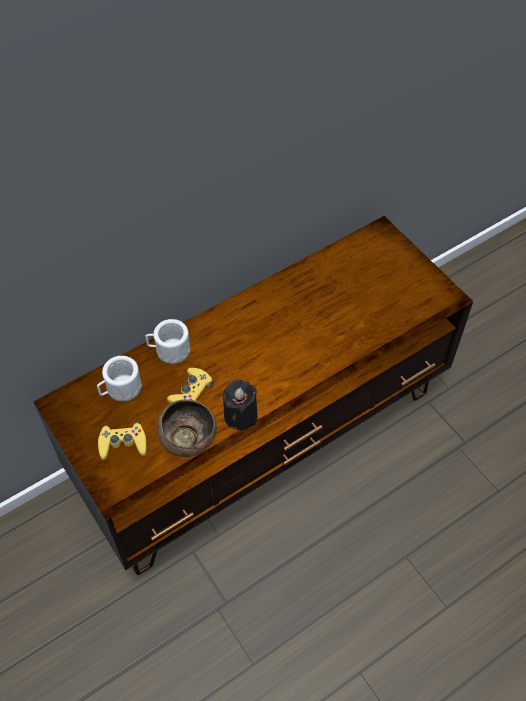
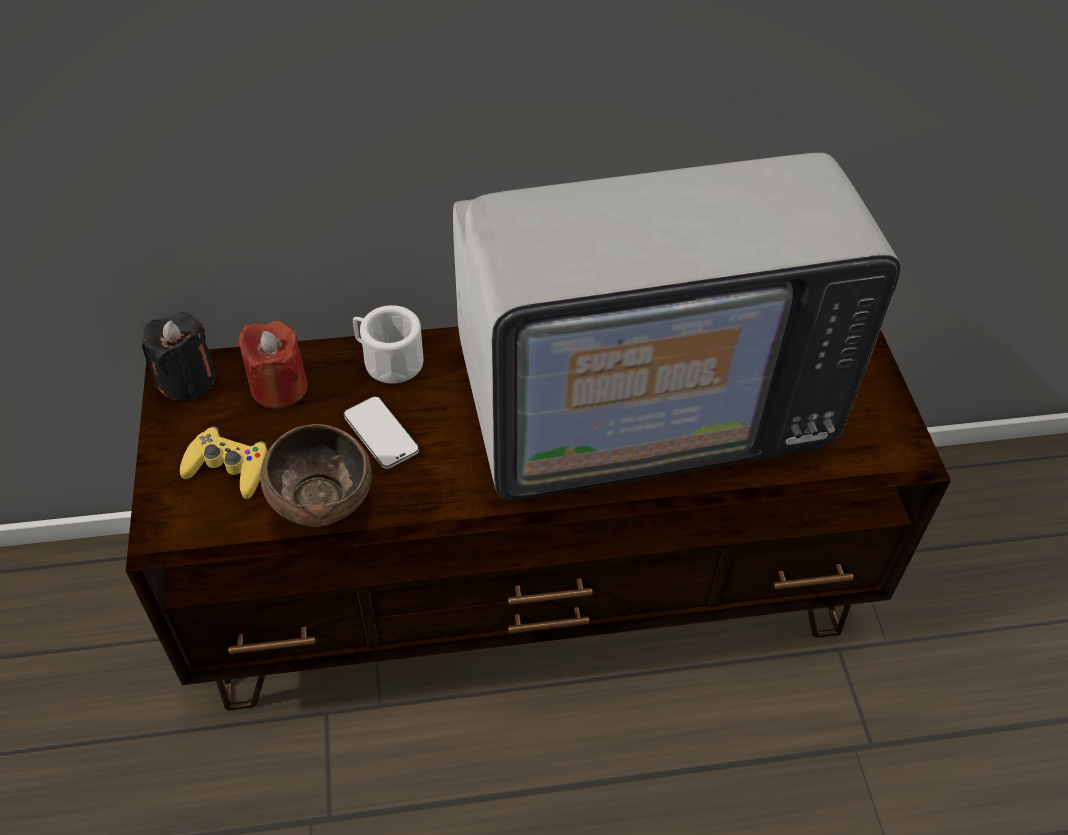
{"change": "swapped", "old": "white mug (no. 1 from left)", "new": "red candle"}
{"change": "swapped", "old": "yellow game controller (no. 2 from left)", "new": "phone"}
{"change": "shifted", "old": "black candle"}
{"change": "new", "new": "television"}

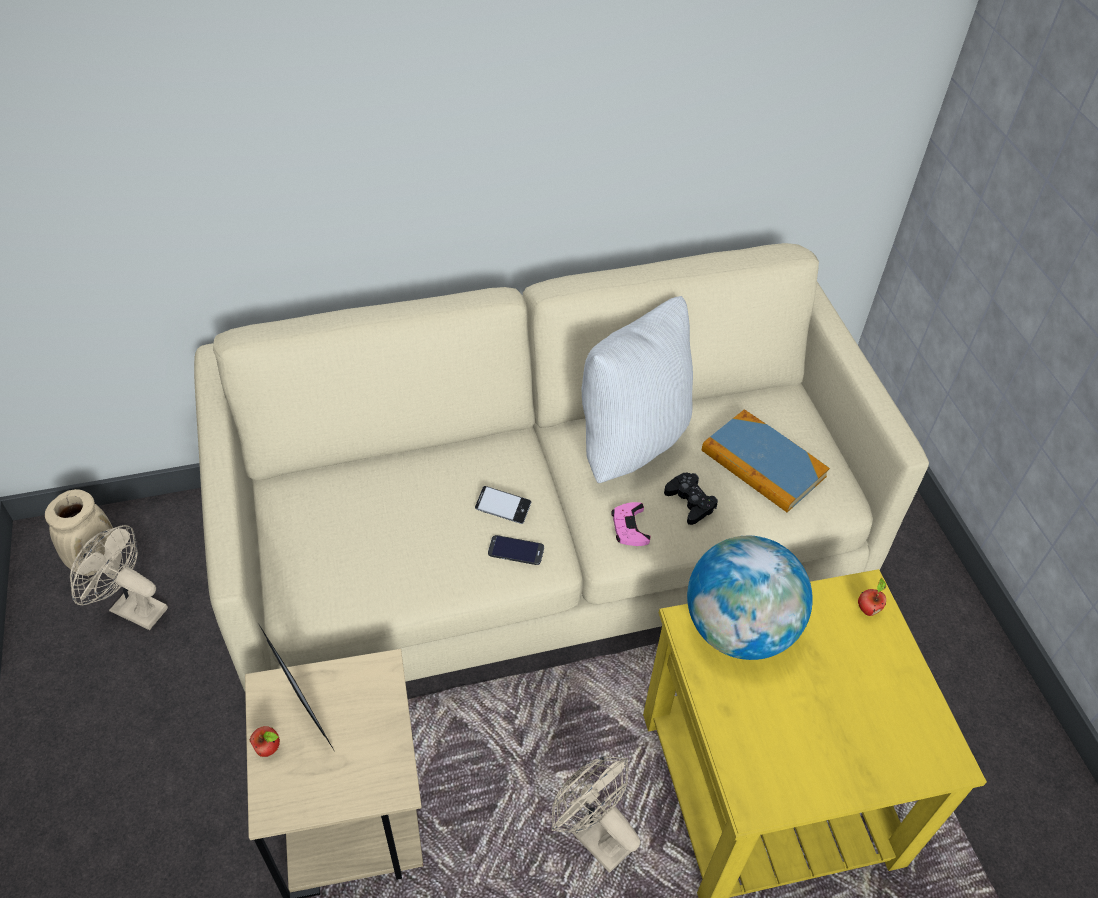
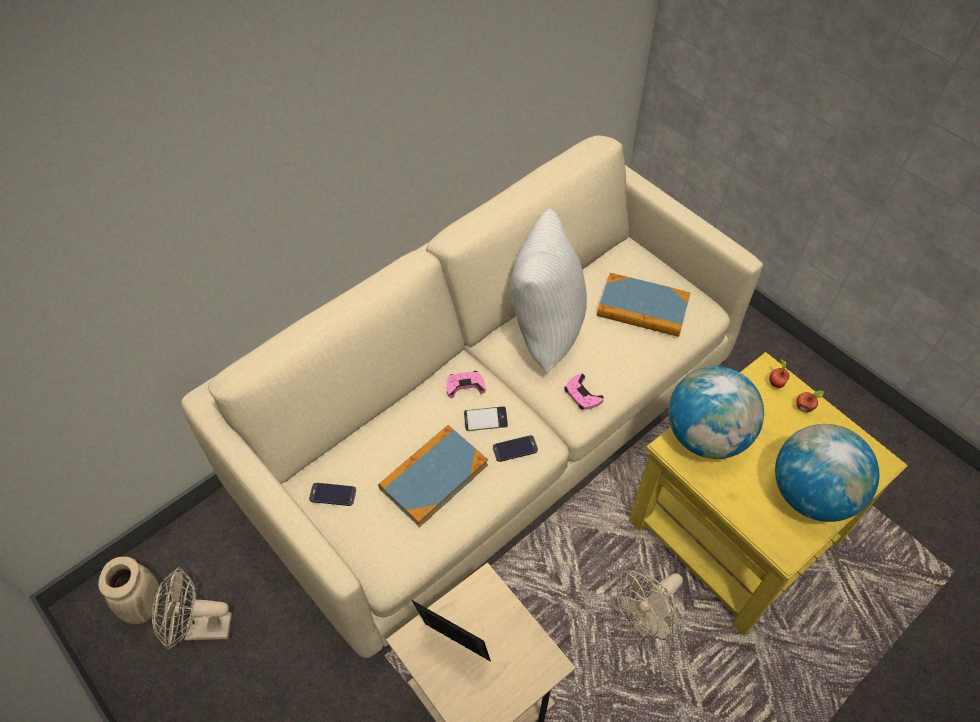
{"change": "shifted", "old": "apple (no. 1 from left in the first image)", "new": "apple (no. 2 from left)"}
{"change": "rotated", "old": "beige fan (no. 2 from left)", "degrees": -60}
{"change": "gone", "old": "black game controller"}
{"change": "new", "new": "phone (no. 1 from left)"}
{"change": "new", "new": "book (no. 1 from left)"}
{"change": "new", "new": "pink game controller (no. 1 from left)"}
{"change": "new", "new": "globe (no. 2 from left)"}

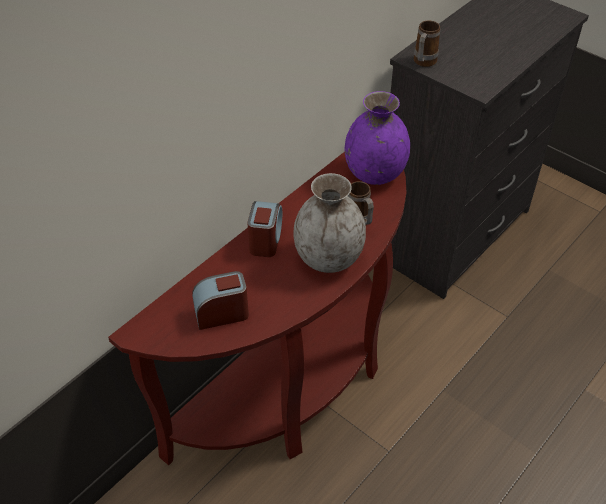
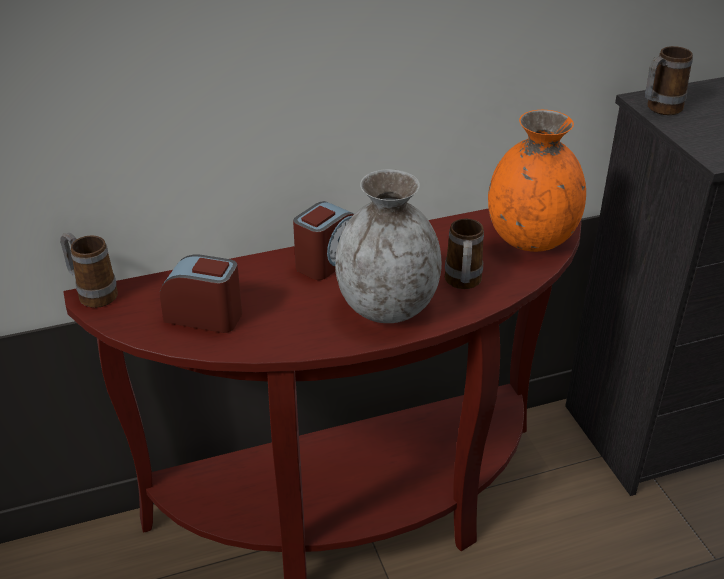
{"change": "repainted", "old": "purple vase", "new": "orange vase"}
{"change": "new", "new": "mug (no. 1 from left)"}

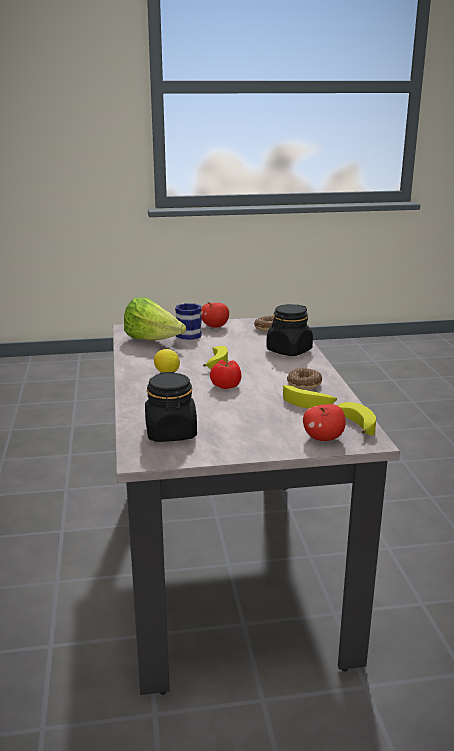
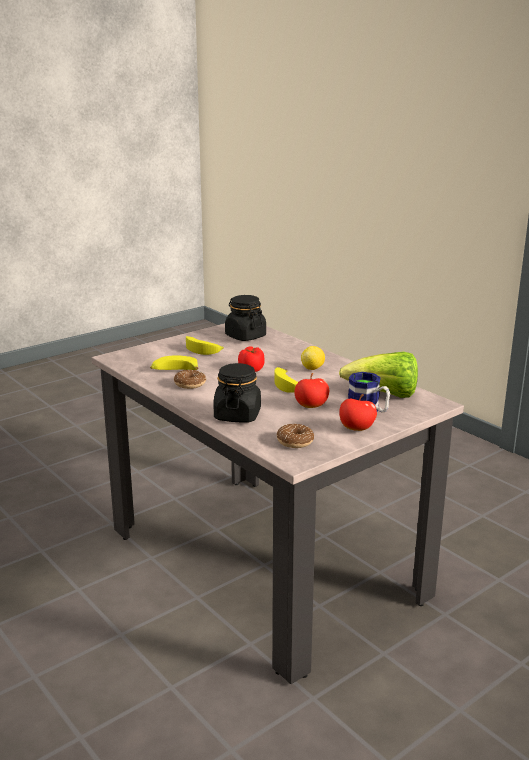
{"change": "shifted", "old": "apple (no. 2 from left in the first image)", "new": "apple (no. 1 from left)"}
{"change": "shifted", "old": "banana (no. 3 from left in the first image)", "new": "banana (no. 2 from left)"}

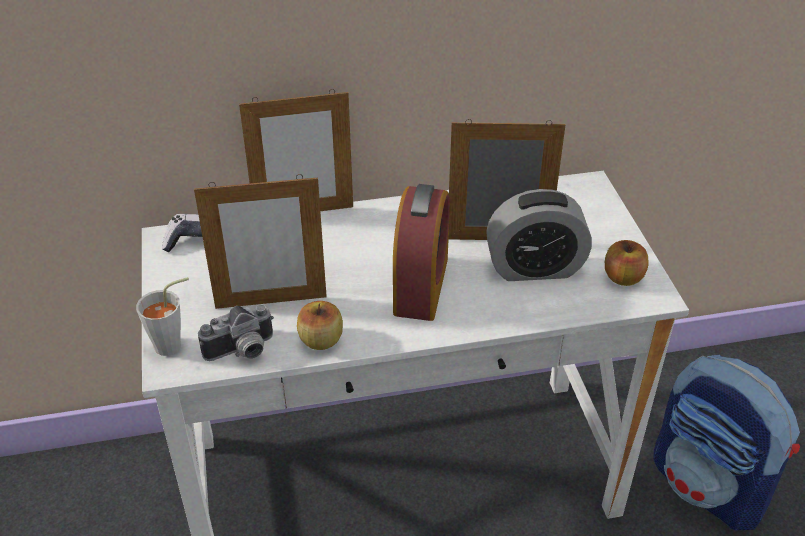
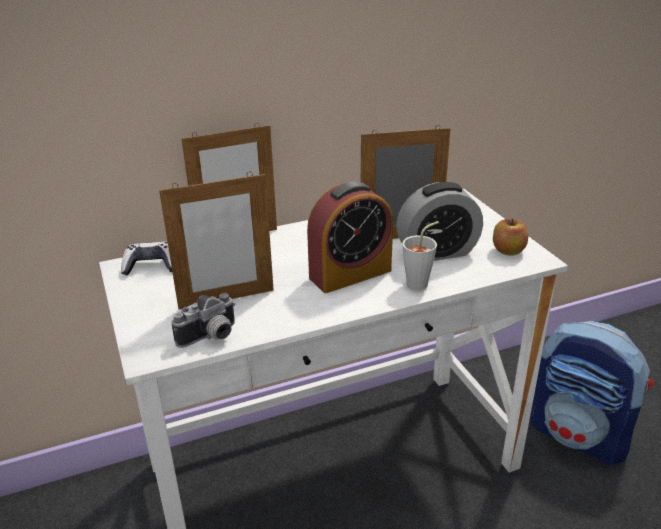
{"change": "shifted", "old": "grey cup"}
{"change": "gone", "old": "apple (no. 1 from left)"}
{"change": "rotated", "old": "alarm clock (no. 1 from left)", "degrees": 60}

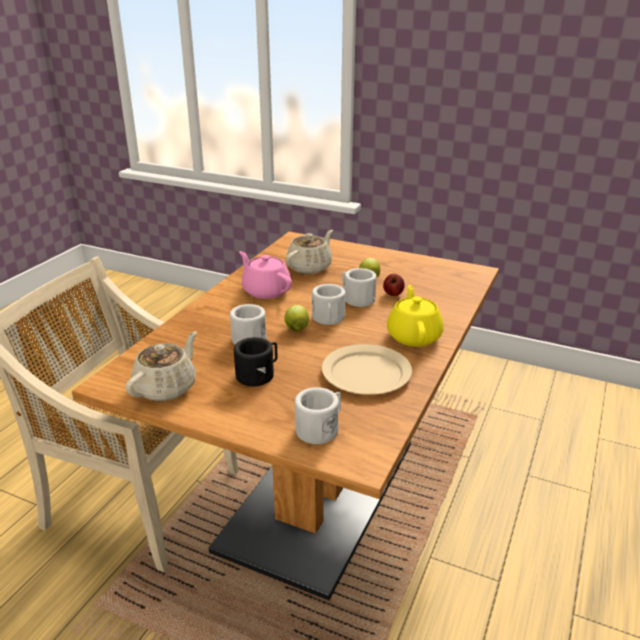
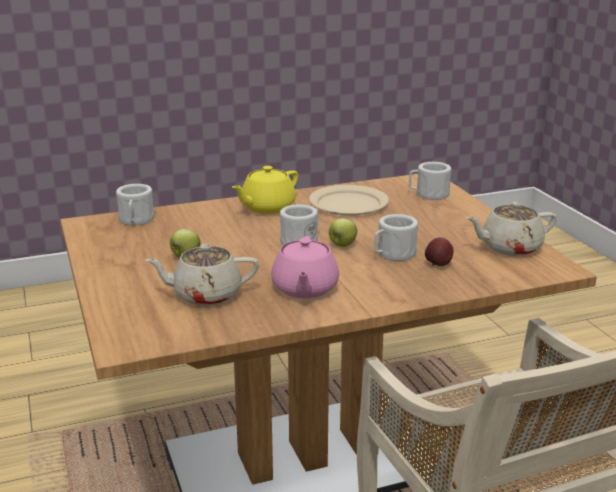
{"change": "gone", "old": "black mug"}
{"change": "shifted", "old": "white mug (no. 4 from left in the first image)", "new": "white mug (no. 1 from left)"}
{"change": "shifted", "old": "apple (no. 3 from left)"}

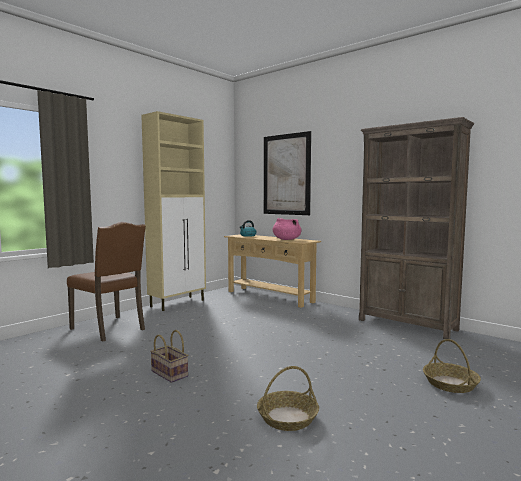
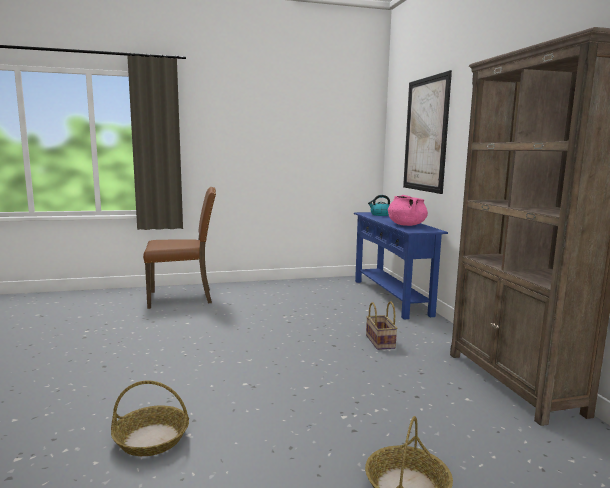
{"change": "rotated", "old": "brown chair", "degrees": -90}
{"change": "gone", "old": "beige cabinet"}
{"change": "shifted", "old": "basket (no. 1 from left in the first image)", "new": "basket (no. 2 from left)"}
{"change": "repainted", "old": "beige console table", "new": "blue console table"}

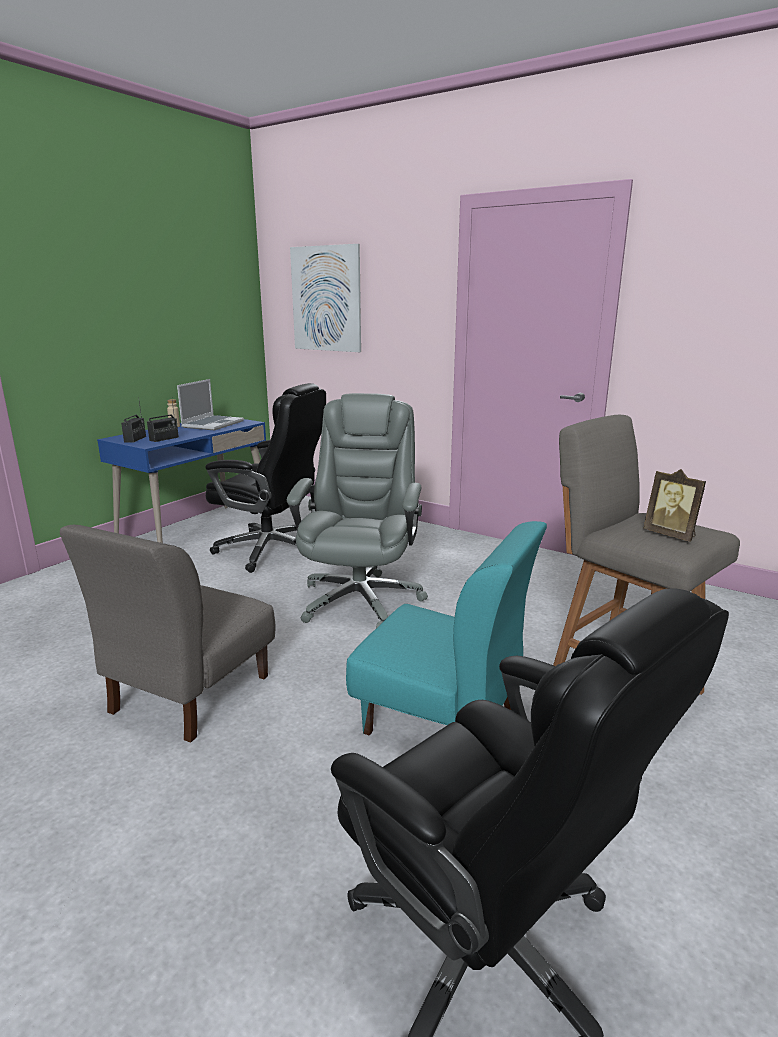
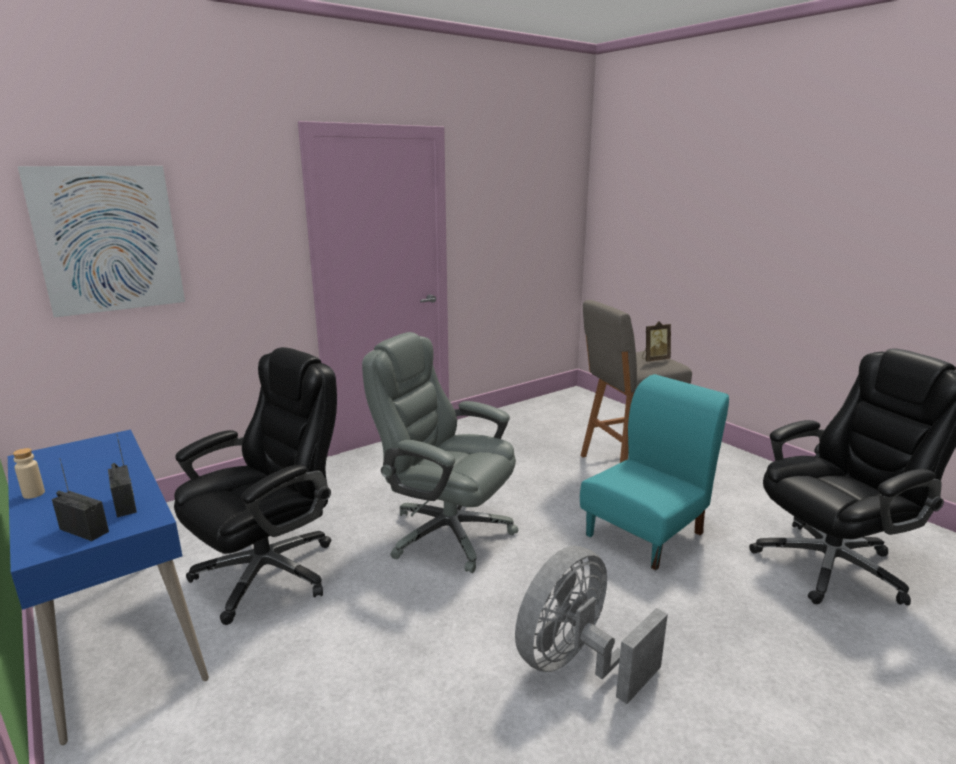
{"change": "swapped", "old": "grey chair", "new": "grey fan"}
{"change": "gone", "old": "laptop"}

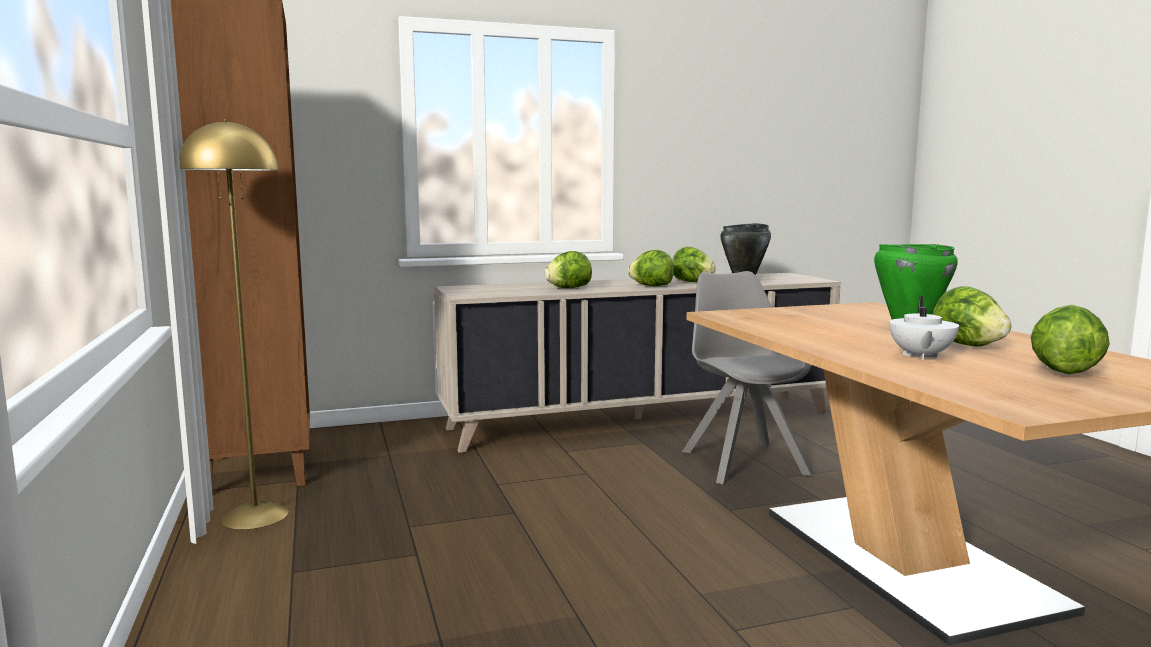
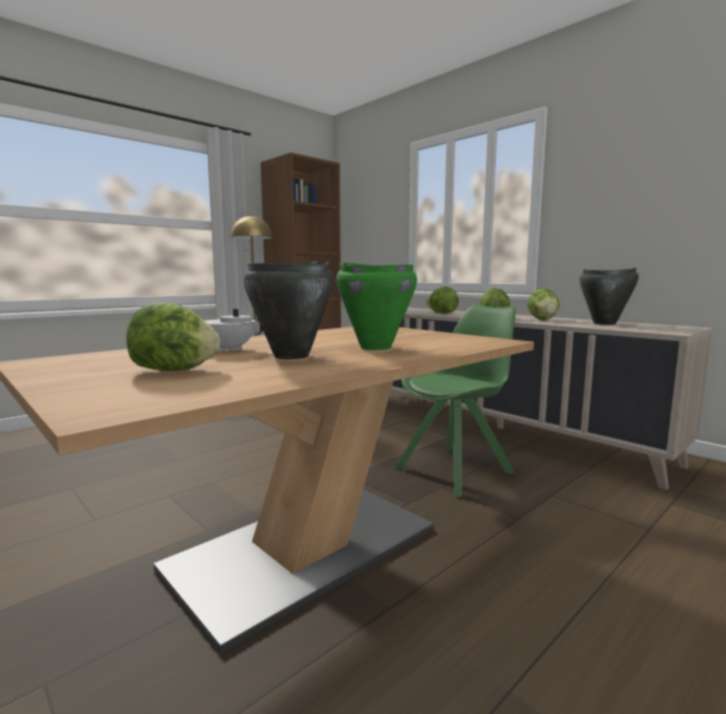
{"change": "repainted", "old": "grey chair", "new": "green chair"}
{"change": "swapped", "old": "lettuce (no. 4 from left)", "new": "black cooking pot (no. 1 from left)"}

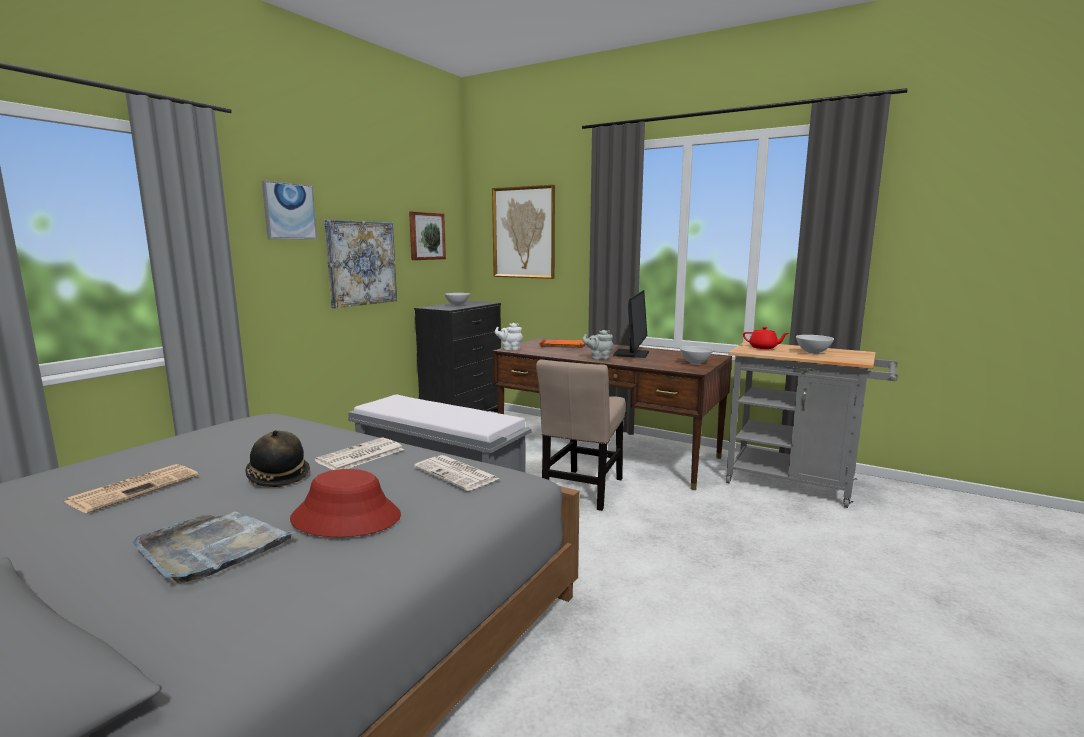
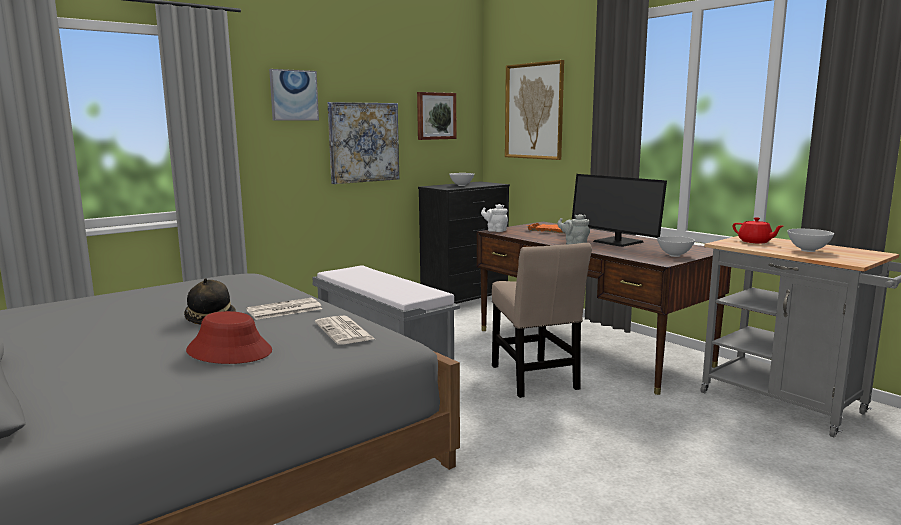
{"change": "gone", "old": "newspaper (no. 1 from left)"}
{"change": "gone", "old": "grey tray"}
{"change": "rotated", "old": "beige chair", "degrees": -60}
{"change": "rotated", "old": "monitor", "degrees": 105}

